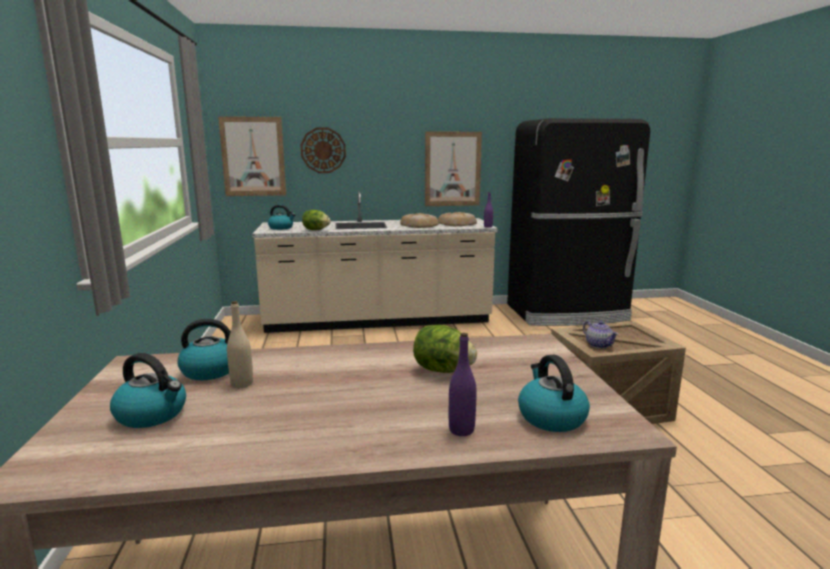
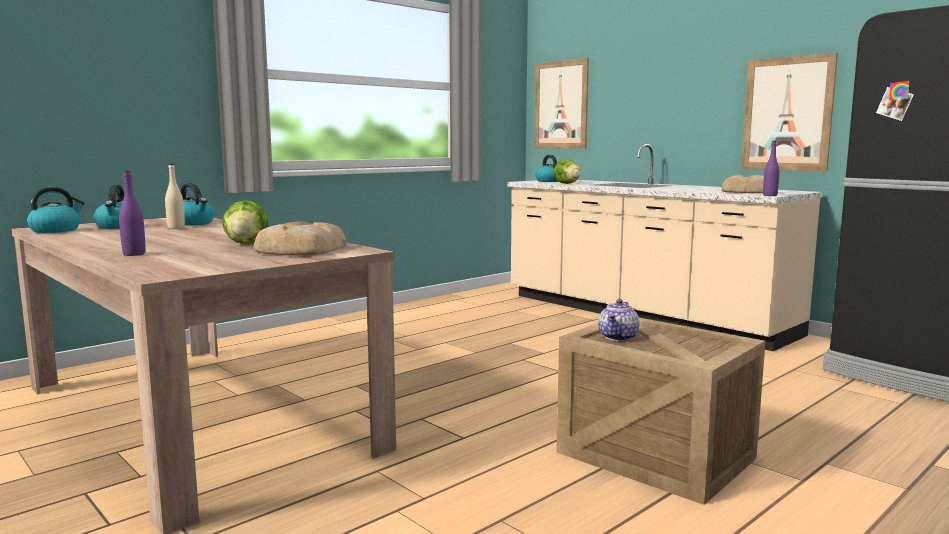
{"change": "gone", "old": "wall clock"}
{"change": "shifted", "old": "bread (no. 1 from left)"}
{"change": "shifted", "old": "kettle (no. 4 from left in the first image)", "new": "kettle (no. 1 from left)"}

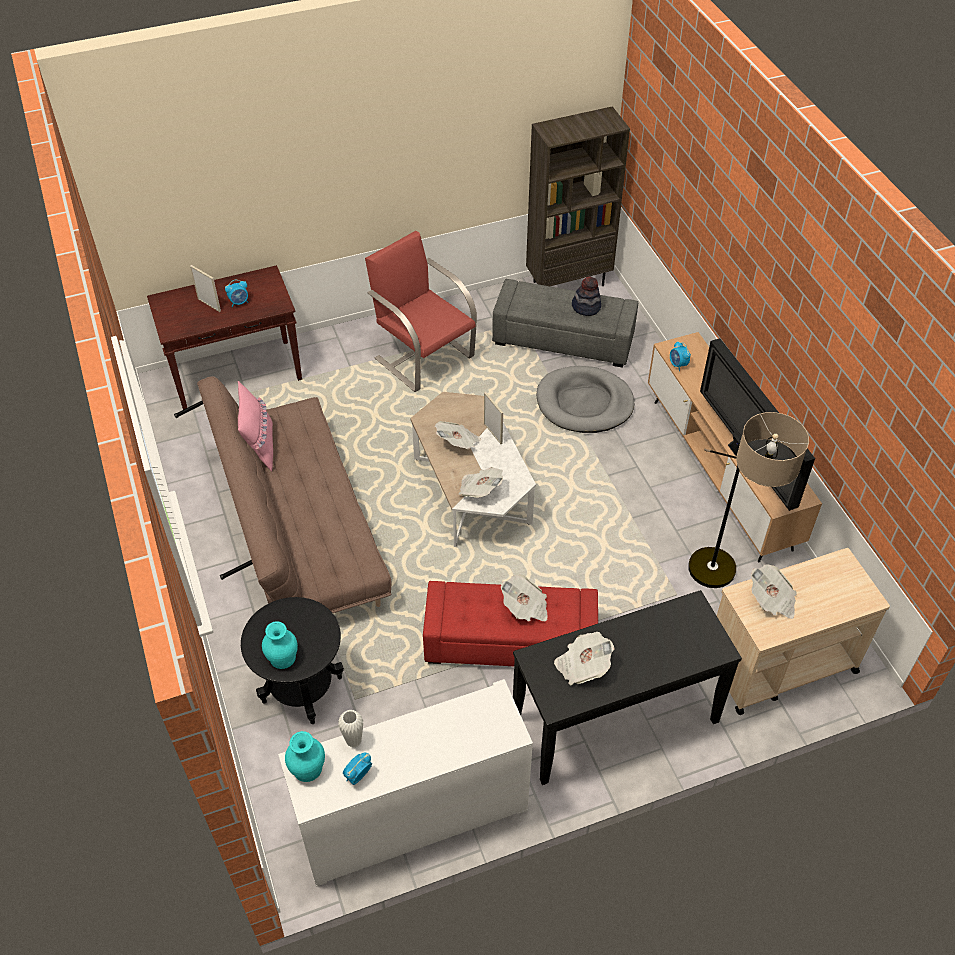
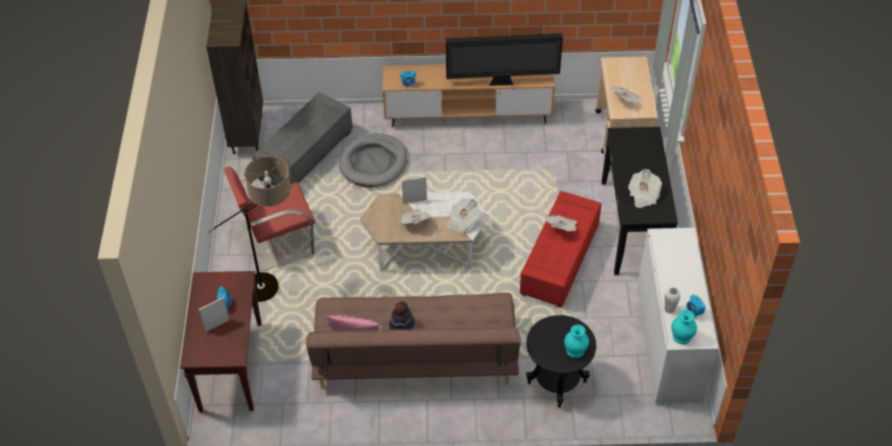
{"change": "shifted", "old": "hat"}
{"change": "shifted", "old": "floor lamp"}

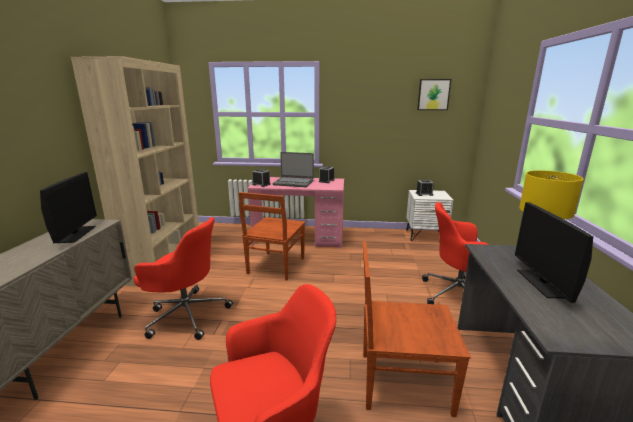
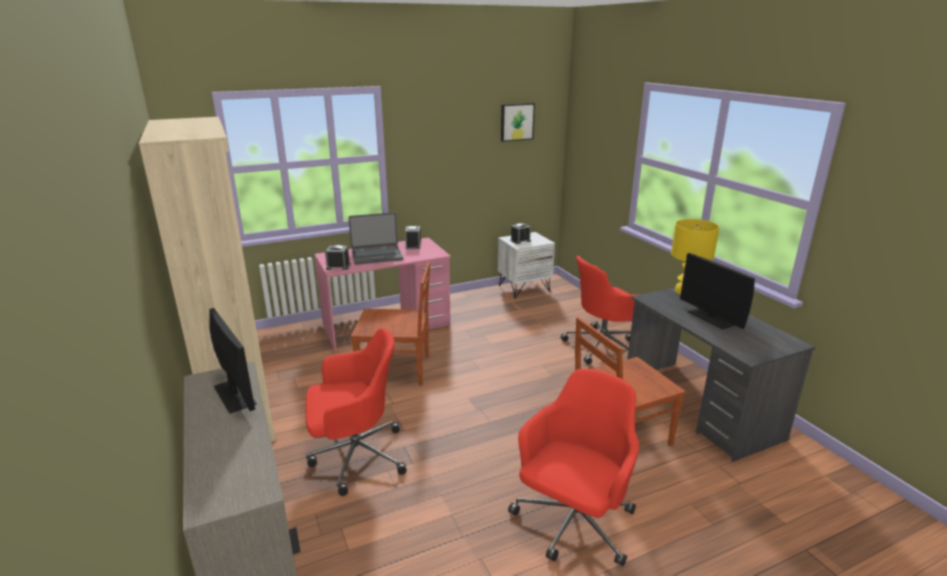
{"change": "rotated", "old": "brown chair (no. 1 from left)", "degrees": -75}

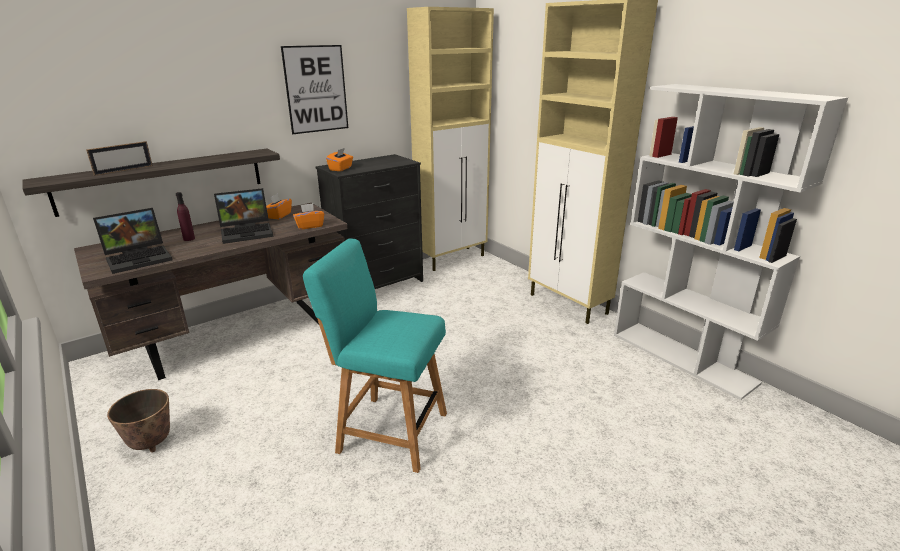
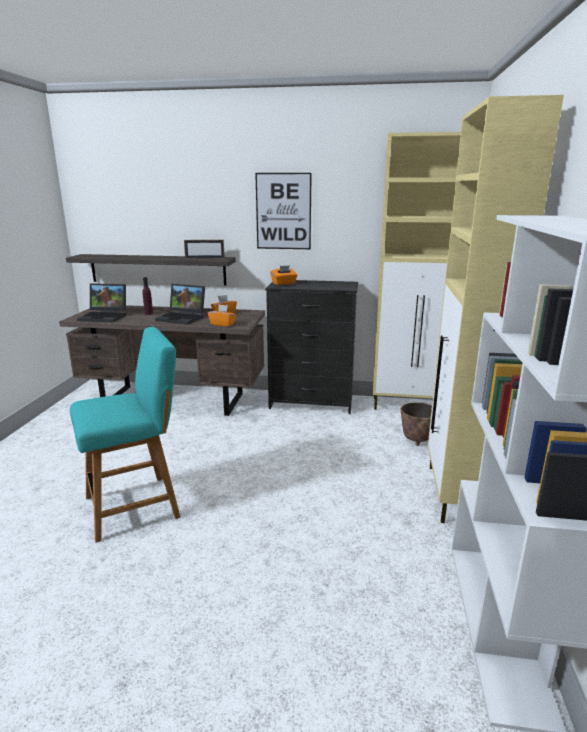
{"change": "shifted", "old": "picture frame"}
{"change": "shifted", "old": "planter"}
{"change": "rotated", "old": "turquoise chair", "degrees": 90}

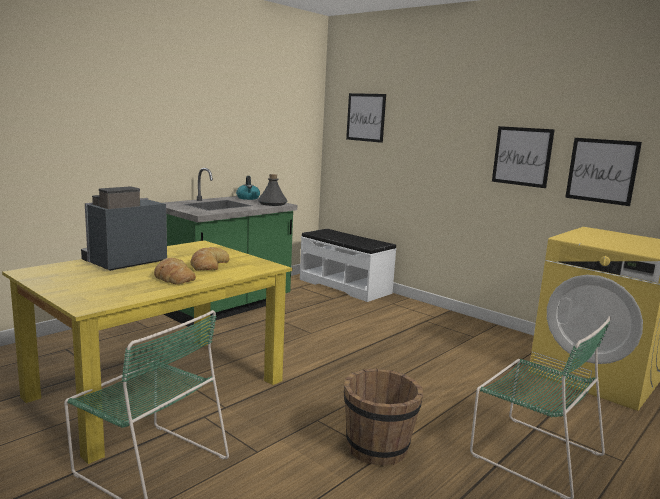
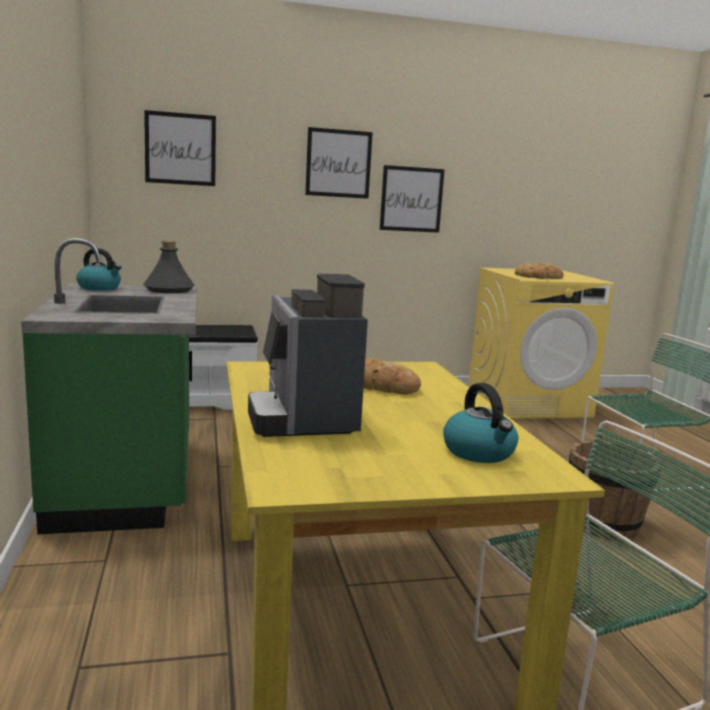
{"change": "shifted", "old": "bread (no. 1 from left in the first image)", "new": "bread (no. 2 from left)"}
{"change": "shifted", "old": "picture (no. 3 from left in the first image)", "new": "picture (no. 2 from left)"}
{"change": "new", "new": "kettle (no. 2 from left)"}

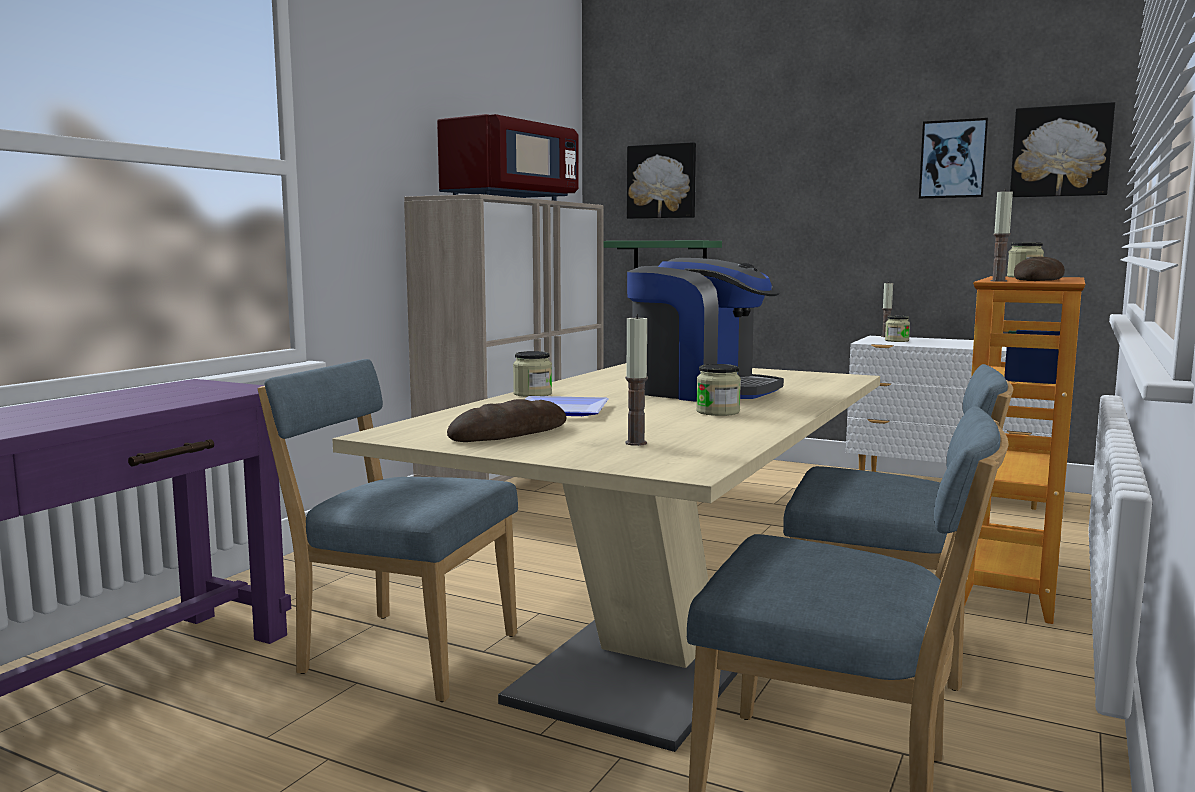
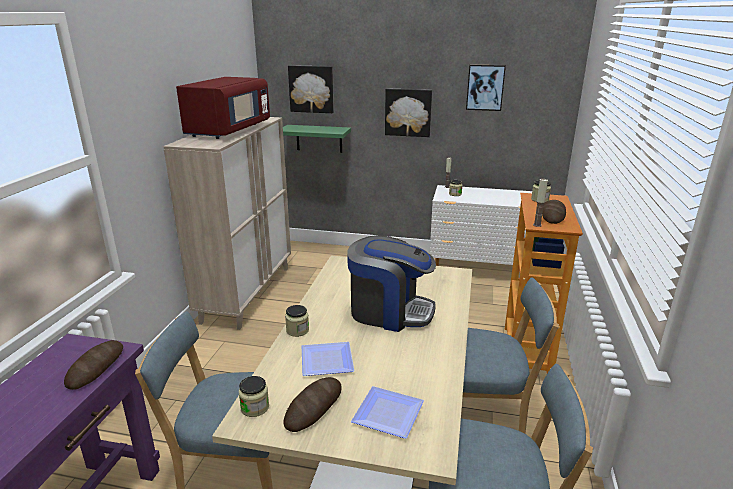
{"change": "swapped", "old": "candle (no. 1 from left)", "new": "plate (no. 2 from left)"}
{"change": "shifted", "old": "jar (no. 2 from left in the first image)", "new": "jar (no. 1 from left)"}
{"change": "shifted", "old": "picture (no. 3 from left in the first image)", "new": "picture (no. 2 from left)"}
{"change": "new", "new": "bread (no. 1 from left)"}

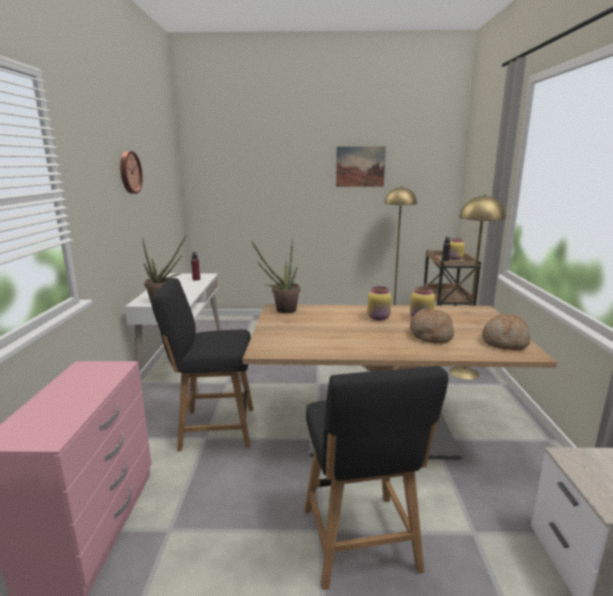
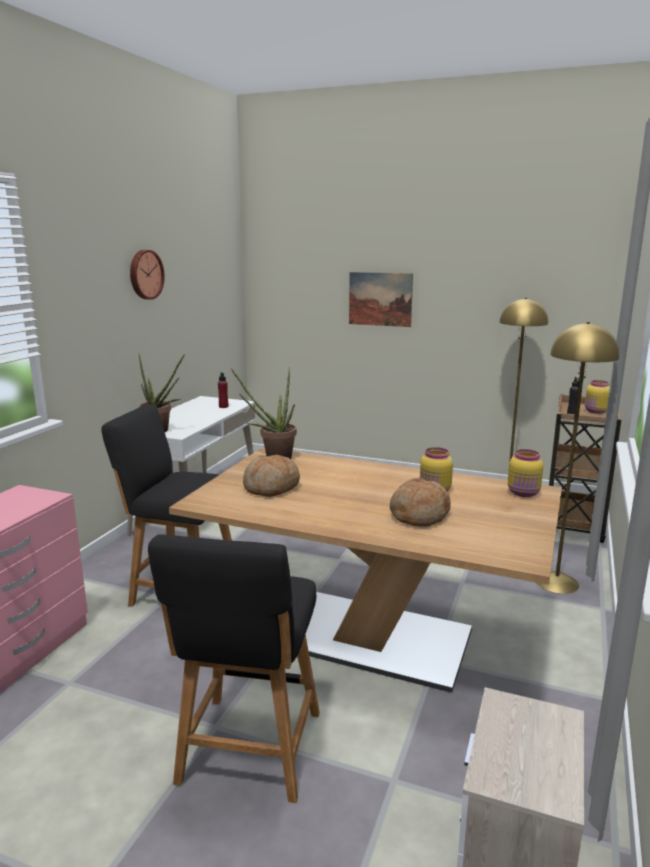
{"change": "shifted", "old": "picture"}
{"change": "shifted", "old": "yellow jar (no. 1 from left in the first image)", "new": "yellow jar (no. 2 from left)"}
{"change": "shifted", "old": "bread (no. 2 from left in the first image)", "new": "bread (no. 1 from left)"}

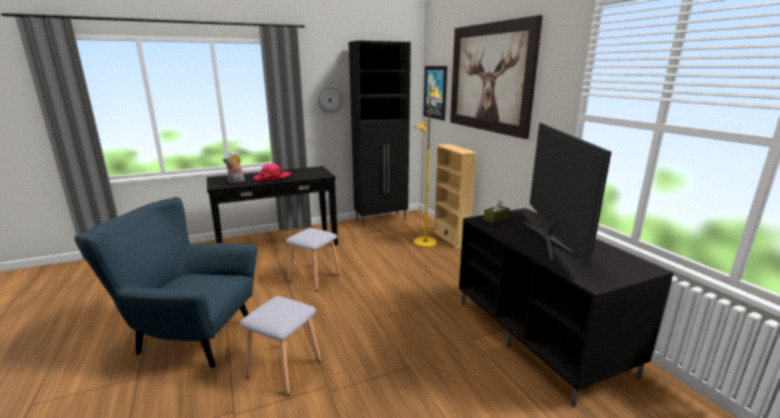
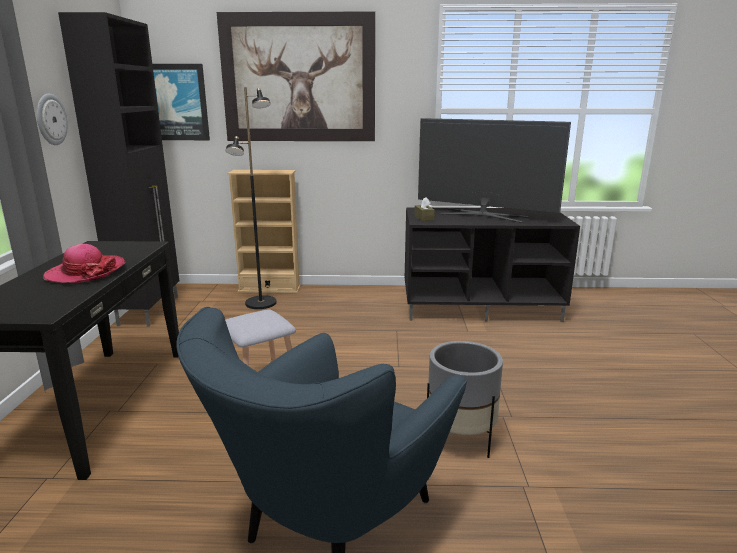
{"change": "gone", "old": "plush toy"}
{"change": "swapped", "old": "grey stool (no. 1 from left)", "new": "grey planter"}
{"change": "repainted", "old": "yellow floor lamp", "new": "black floor lamp"}

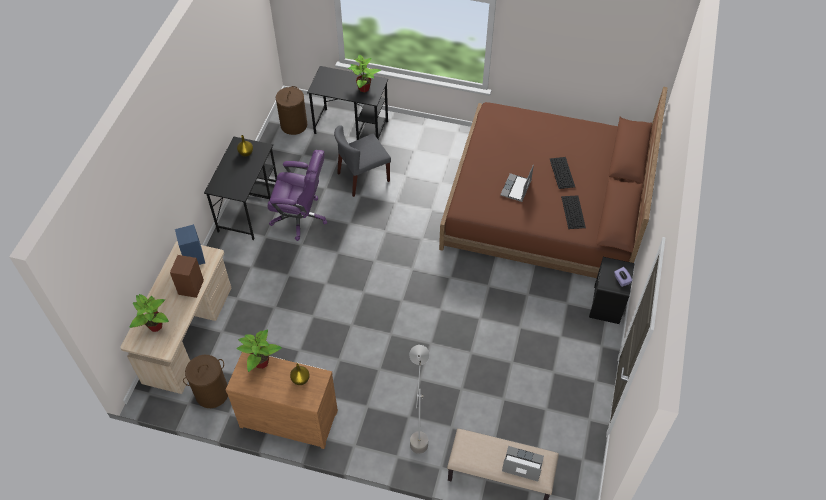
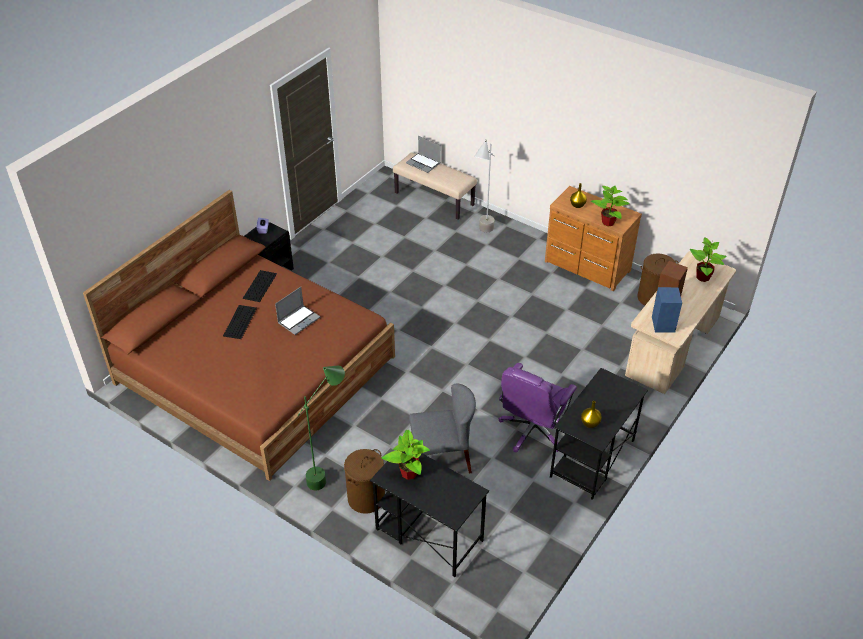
{"change": "rotated", "old": "purple office chair", "degrees": -90}
{"change": "shifted", "old": "brown laundry basket (no. 2 from left in the first image)", "new": "brown laundry basket (no. 1 from left)"}
{"change": "new", "new": "green floor lamp"}

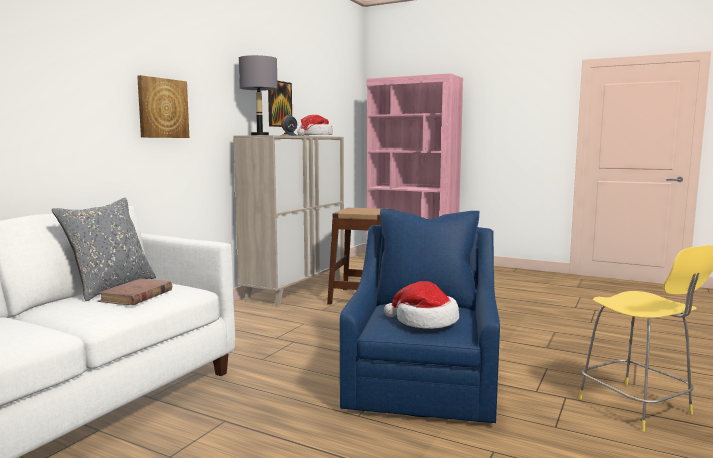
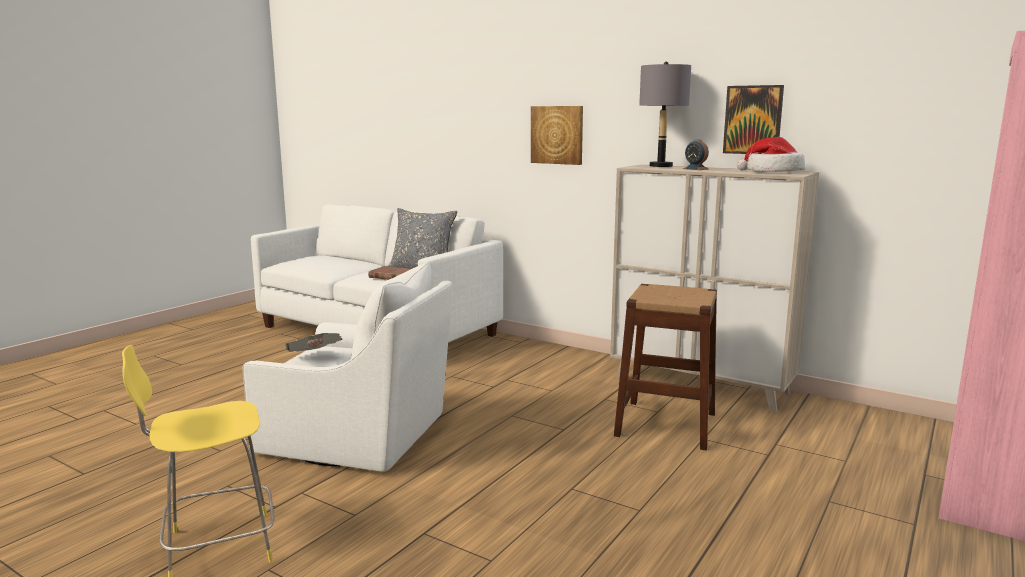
{"change": "repainted", "old": "blue armchair", "new": "white armchair"}
{"change": "swapped", "old": "hat (no. 2 from left)", "new": "newspaper"}

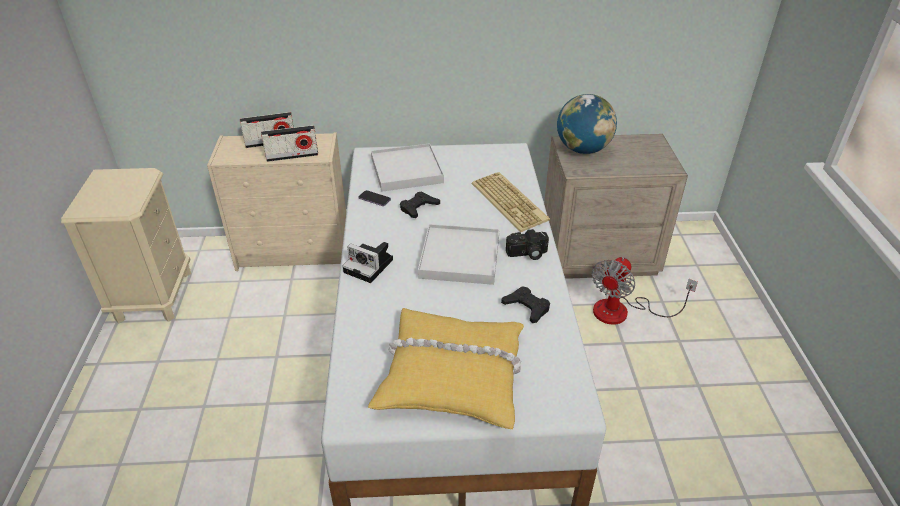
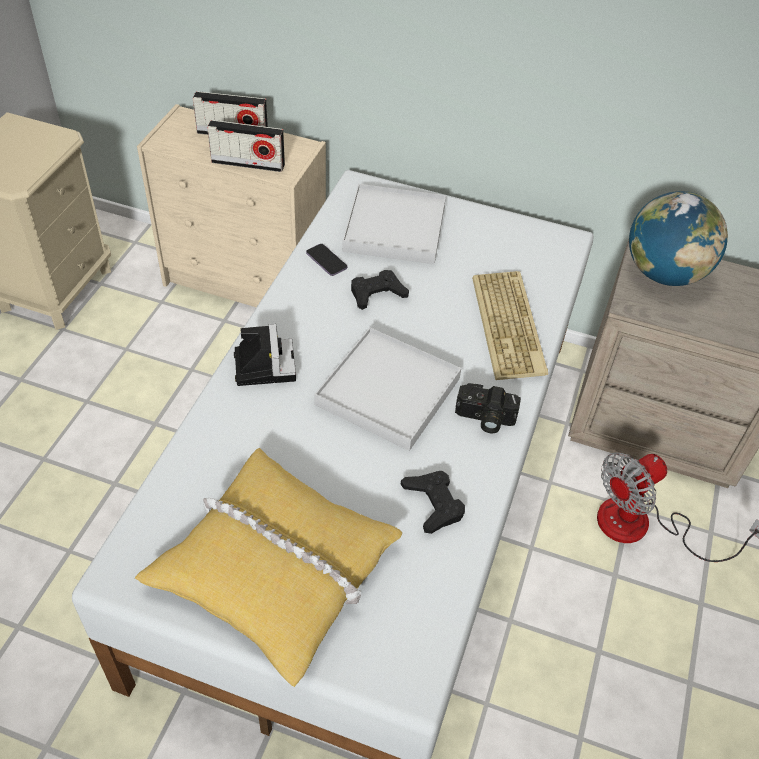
{"change": "rotated", "old": "photo camera (no. 1 from left)", "degrees": -150}

